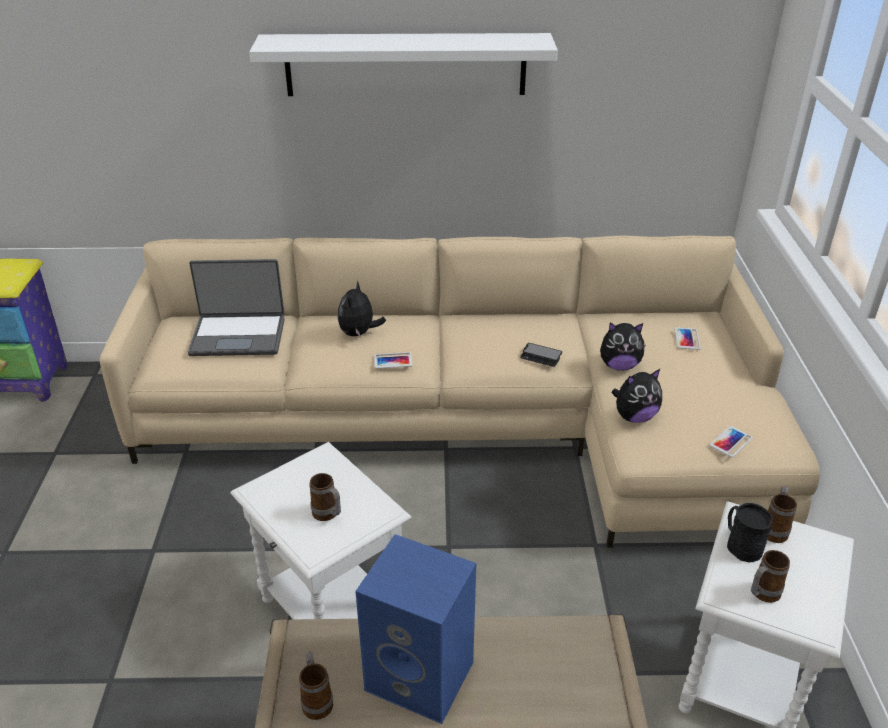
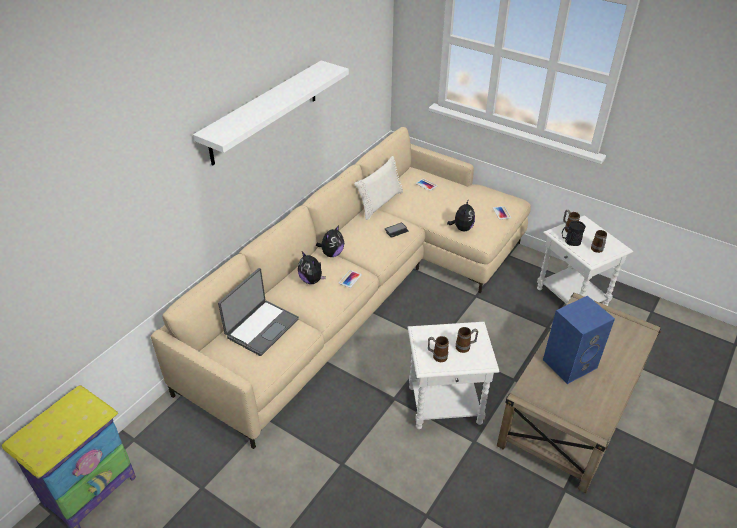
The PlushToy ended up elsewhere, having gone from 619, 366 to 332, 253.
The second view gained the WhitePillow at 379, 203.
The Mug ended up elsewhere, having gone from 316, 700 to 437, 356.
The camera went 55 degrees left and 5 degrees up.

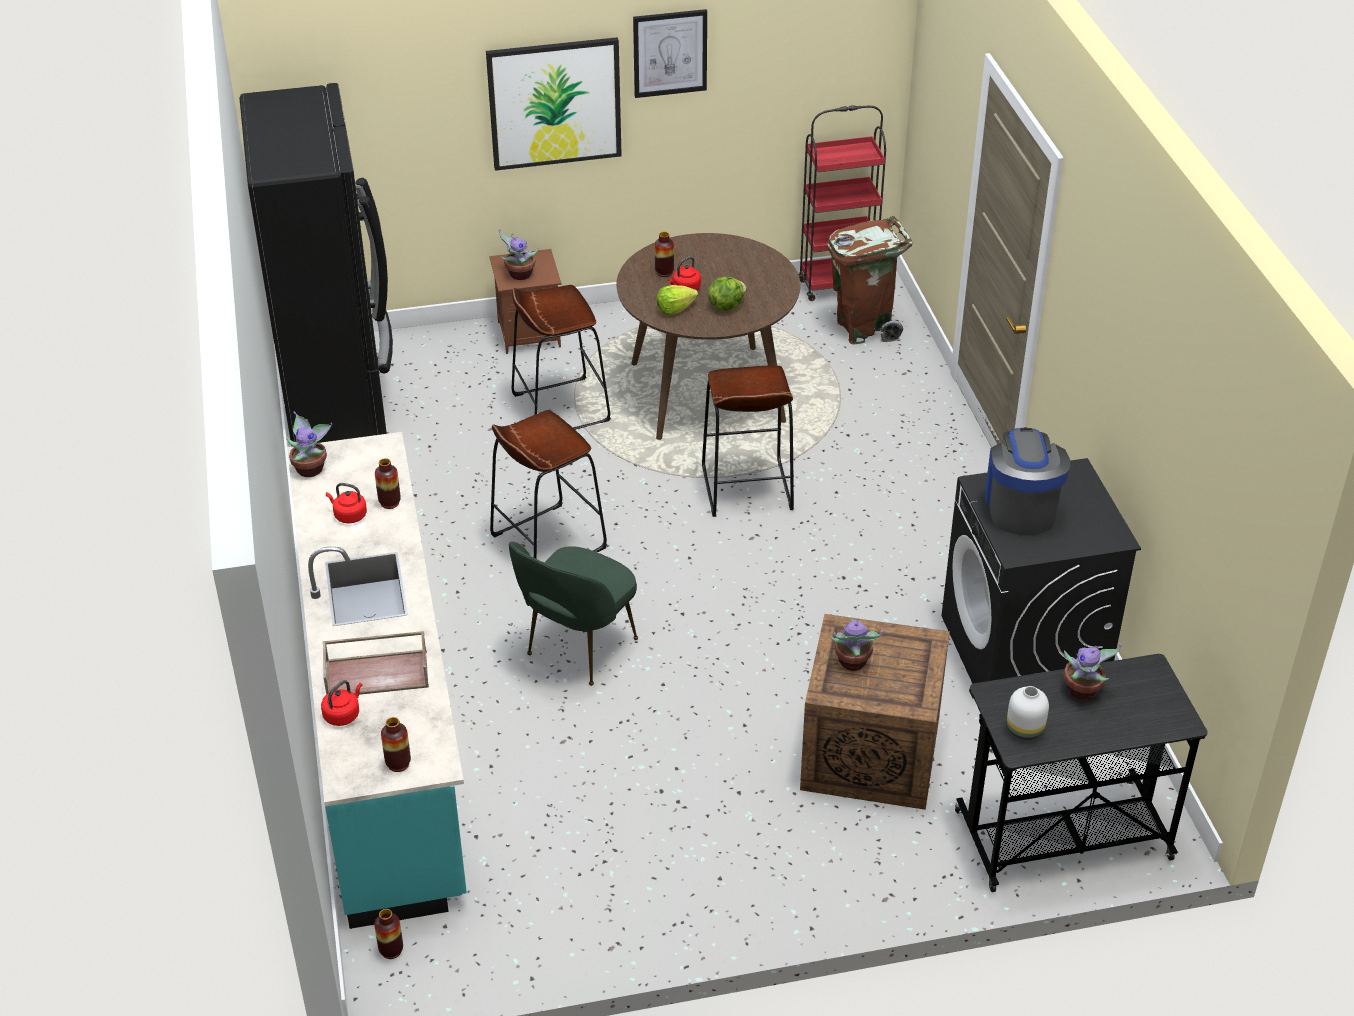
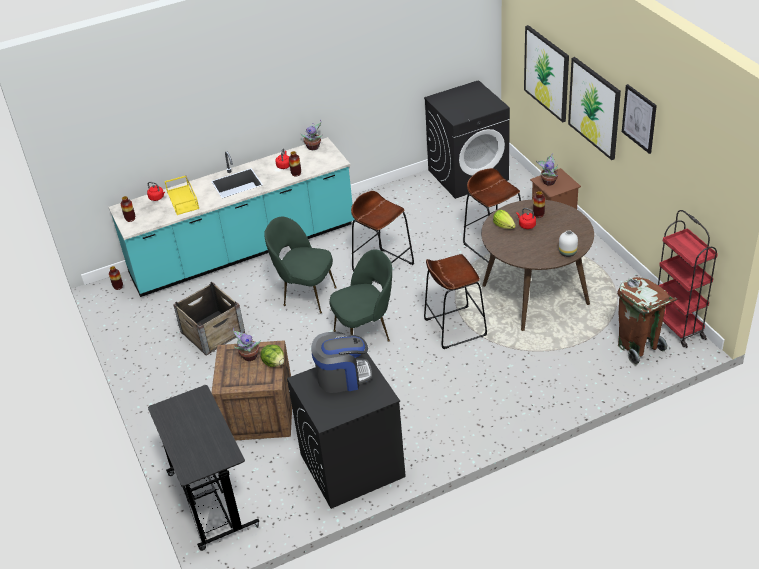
What was the BrownTray at 378, 673 turned into the YellowTray at 183, 200.
The second view gained the Crate at 212, 332.
The Lettuce ended up elsewhere, having gone from 726, 306 to 274, 363.
The second view gained the GreenChair at 366, 334.
Where the BlackFridge stood at 341, 396, the BlackWashingMachine came to stand at 468, 174.
The second view gained the Picture at 547, 73.
The WhiteVase ended up elsewhere, having gone from 1025, 729 to 568, 253.
The second view lost the PottedPlant at 1083, 692.
The camera went 80 degrees right and 0 degrees up.

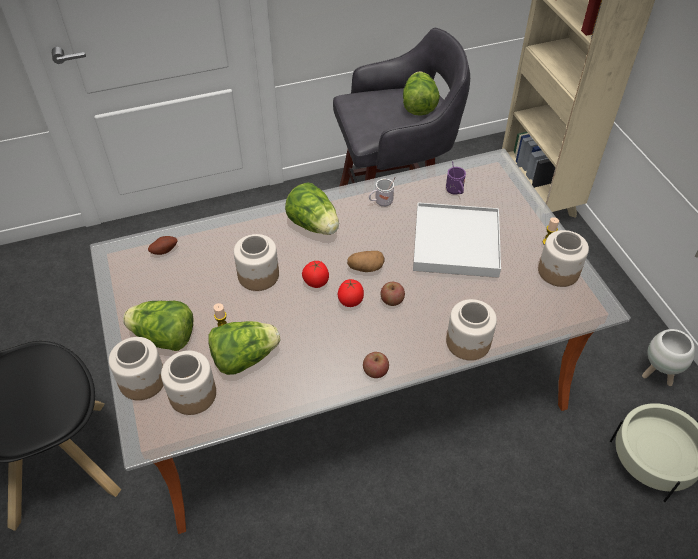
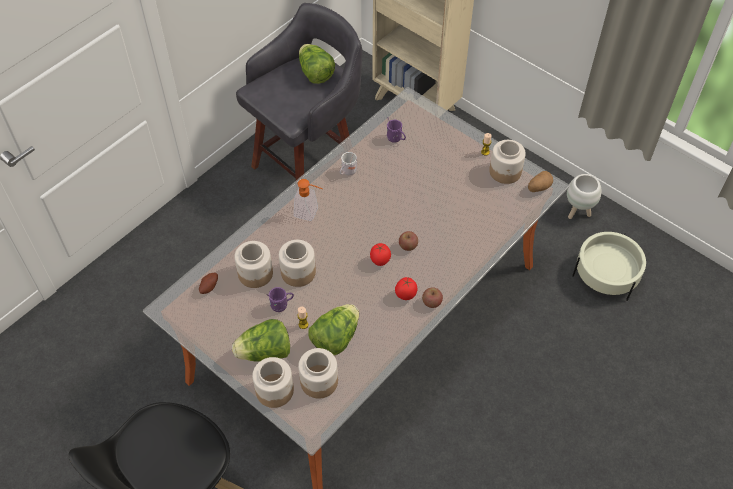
The Jar ended up elsewhere, having gone from 468, 342 to 256, 273.
The second view gained the PurpleMug at 281, 305.
Where the Lettuce stood at 314, 225, the SoapDispenser came to stand at 310, 213.
The Tomato ended up elsewhere, having gone from 316, 283 to 405, 295.
The Potato ended up elsewhere, having gone from 365, 268 to 538, 187.
The second view lost the WhiteTray at 456, 243.
The camera went 30 degrees left and 5 degrees up.

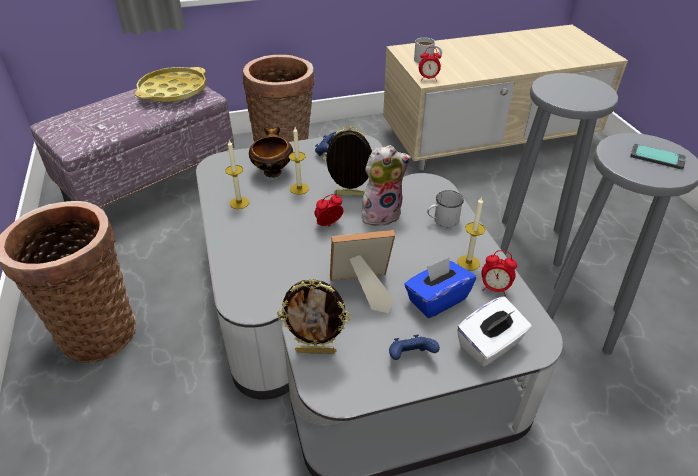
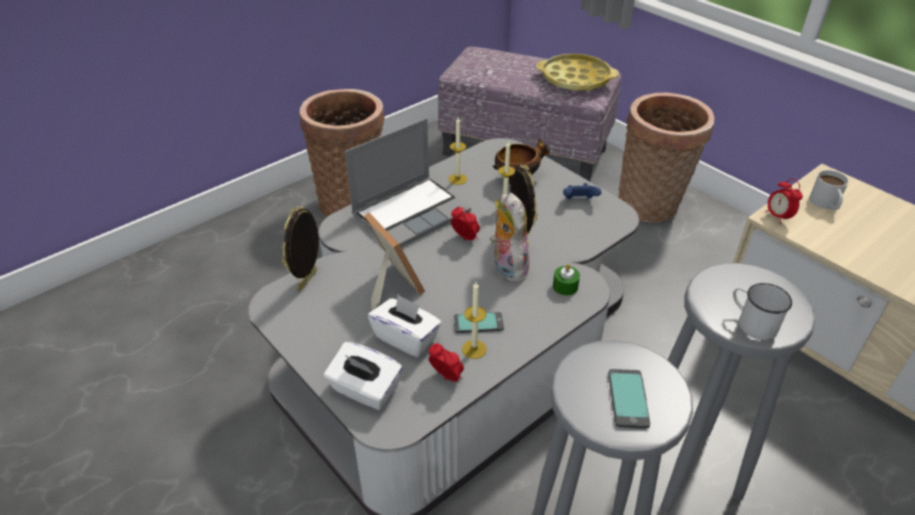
The PictureFrame at 316, 350 ended up facing another way, 45 degrees clockwise from before.
The second view gained the Laptop at 411, 213.
What was the BlueTissueBox at 436, 299 turned into the WhiteTissueBox at 406, 338.
The AlarmClock at 494, 288 ended up facing another way, 135 degrees clockwise from before.
The second view gained the Phone at 478, 323.
The PlushToy at 381, 214 ended up facing another way, 150 degrees counterclockwise from before.
The second view gained the GreenCandle at 565, 286.
The WhiteMug ended up elsewhere, having gone from 442, 220 to 751, 323.
The second view lost the BlueGameController at 410, 357.
The camera went 65 degrees right and 0 degrees up.

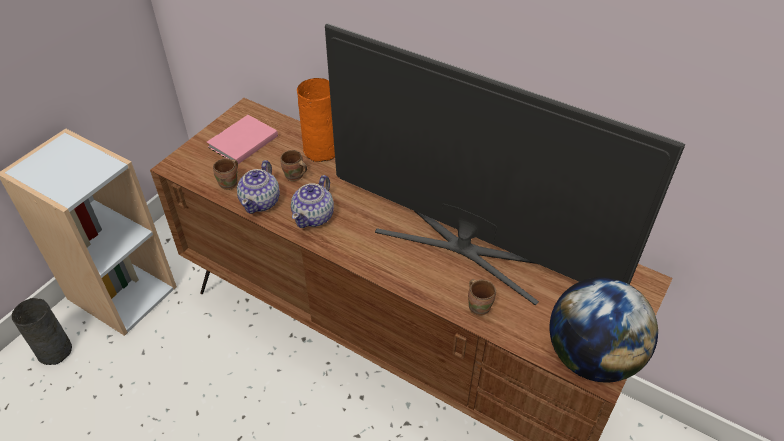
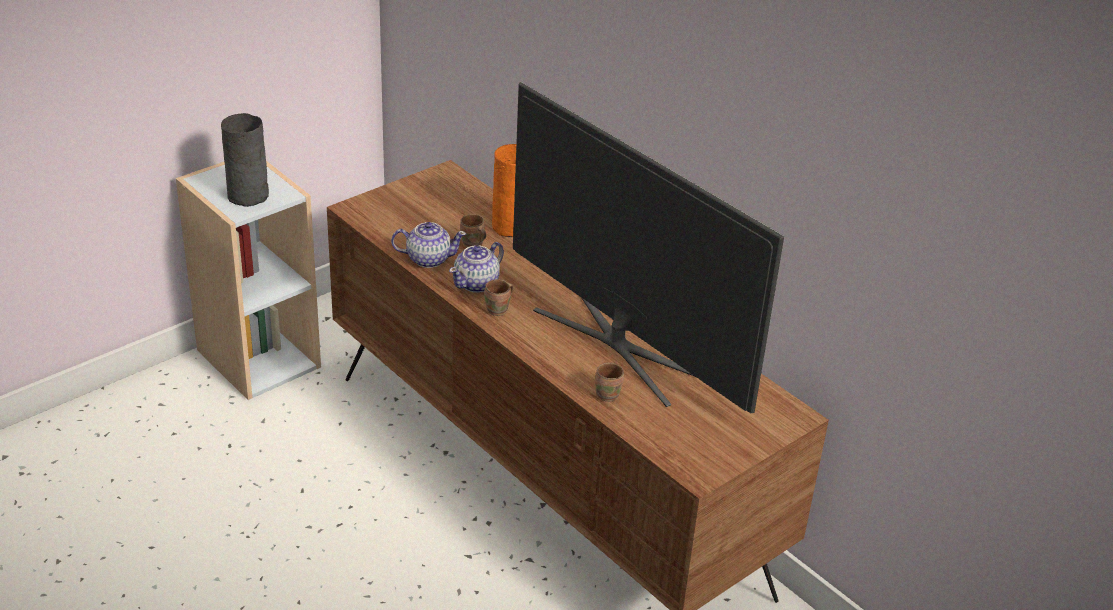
The GreyVase ended up elsewhere, having gone from 56, 351 to 249, 196.
The Teapot at 261, 202 ended up facing another way, 120 degrees counterclockwise from before.
The BrownMug ended up elsewhere, having gone from 230, 183 to 499, 310.
The second view lost the PinkBook at 241, 142.
The second view lost the Globe at 591, 357.
The camera went 15 degrees right and 10 degrees down.

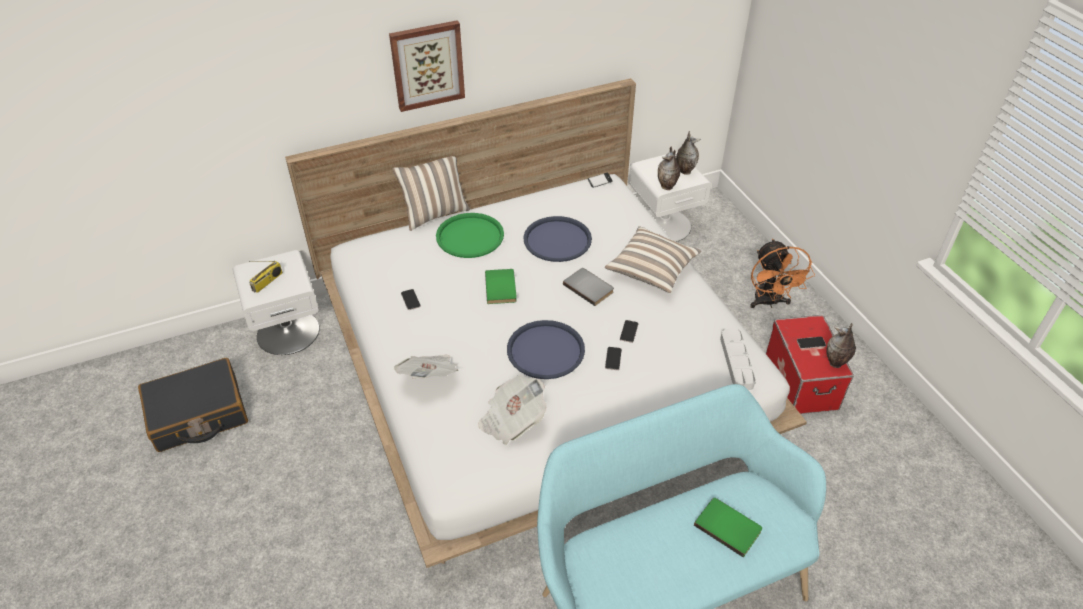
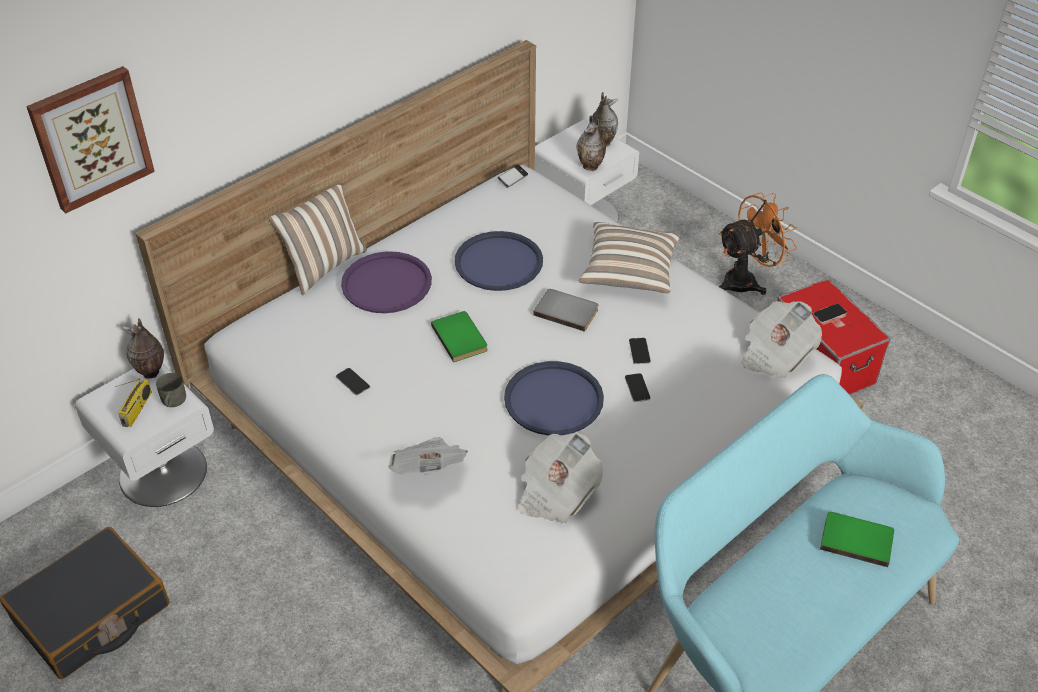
The Picture ended up elsewhere, having gone from 427, 65 to 91, 138.
The Vase ended up elsewhere, having gone from 835, 363 to 151, 372.
The second view gained the GreyMug at 172, 401.
What was the GreenTray at 470, 236 turned into the PurpleTray at 387, 283.
The OrangeFan at 769, 302 ended up facing another way, 90 degrees counterclockwise from before.
Where the GreyTray stood at 736, 362, the Newspaper came to stand at 775, 354.
The camera went 20 degrees left and 0 degrees up.

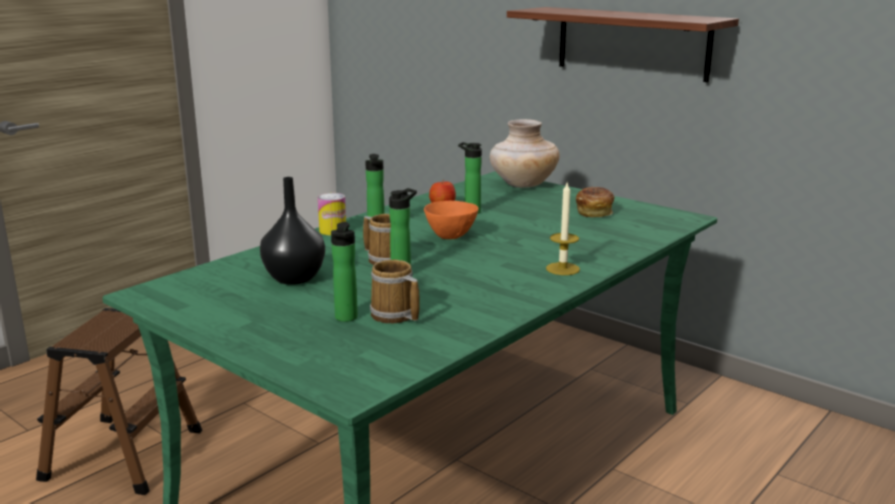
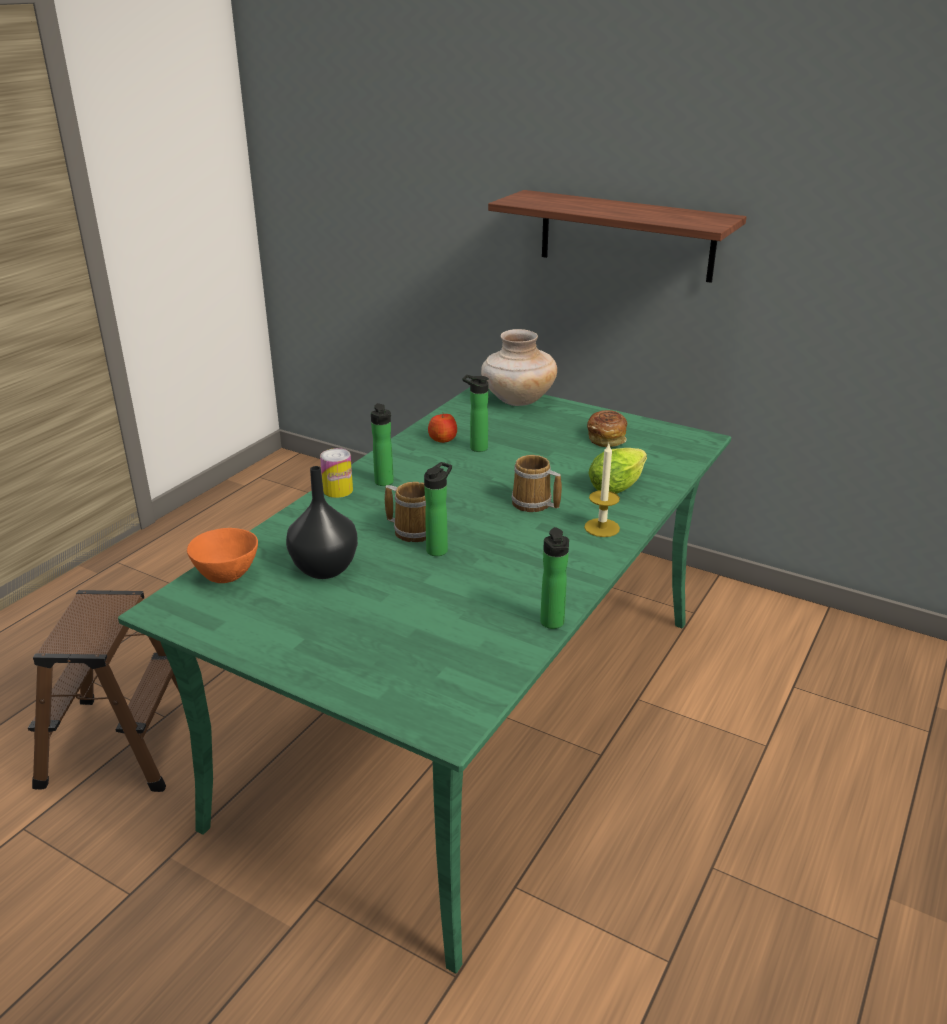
The OrangeBowl ended up elsewhere, having gone from 451, 236 to 227, 576.
The Mug ended up elsewhere, having gone from 394, 316 to 533, 504.
The Bottle ended up elsewhere, having gone from 345, 319 to 553, 624.
The second view gained the Lettuce at 619, 484.
The camera went 10 degrees left and 10 degrees up.

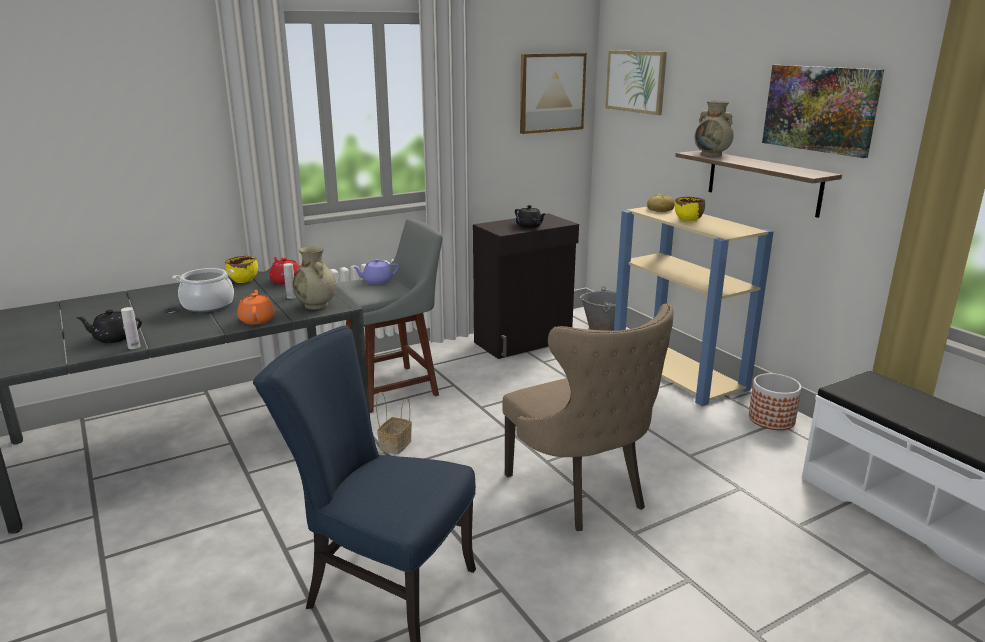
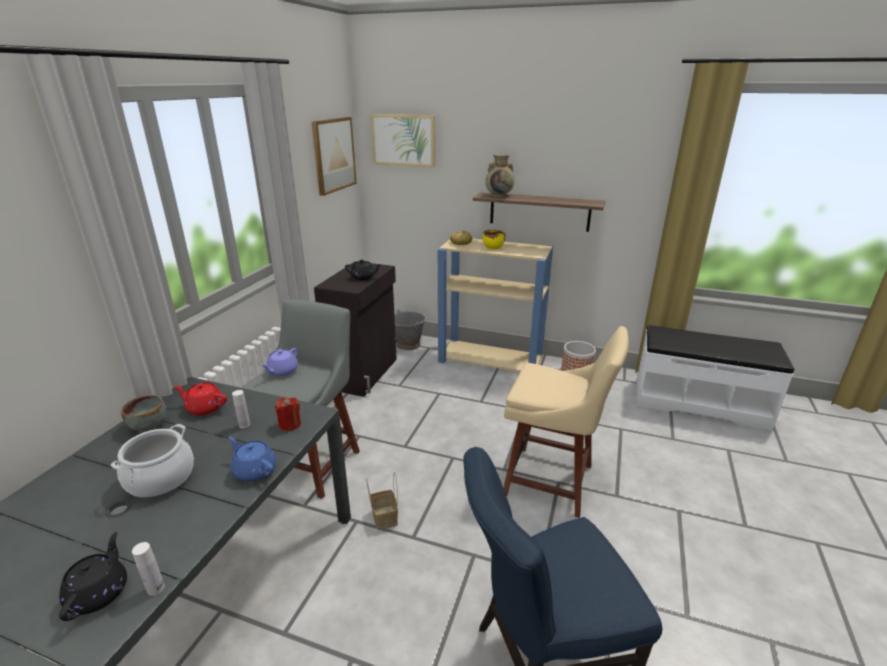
The BlackTeapot at 113, 338 ended up facing another way, 135 degrees clockwise from before.
What was the YellowBowl at 243, 280 turned into the GreyBowl at 149, 426.
What was the OrangeTeapot at 257, 319 turned into the BlueTeapot at 254, 470.
Where the BeigeVase stood at 316, 305, the RedCandle came to stand at 290, 424.
Where the BeigeChair stood at 581, 491, the BeigeStool came to stand at 553, 481.
The second view lost the Picture at 820, 109.
The camera went 40 degrees left and 5 degrees up.

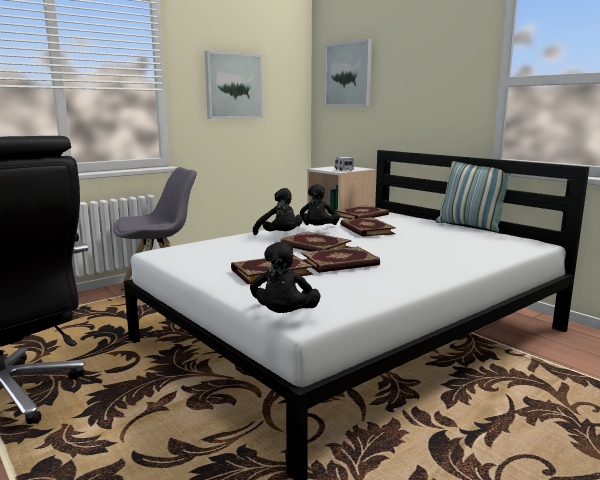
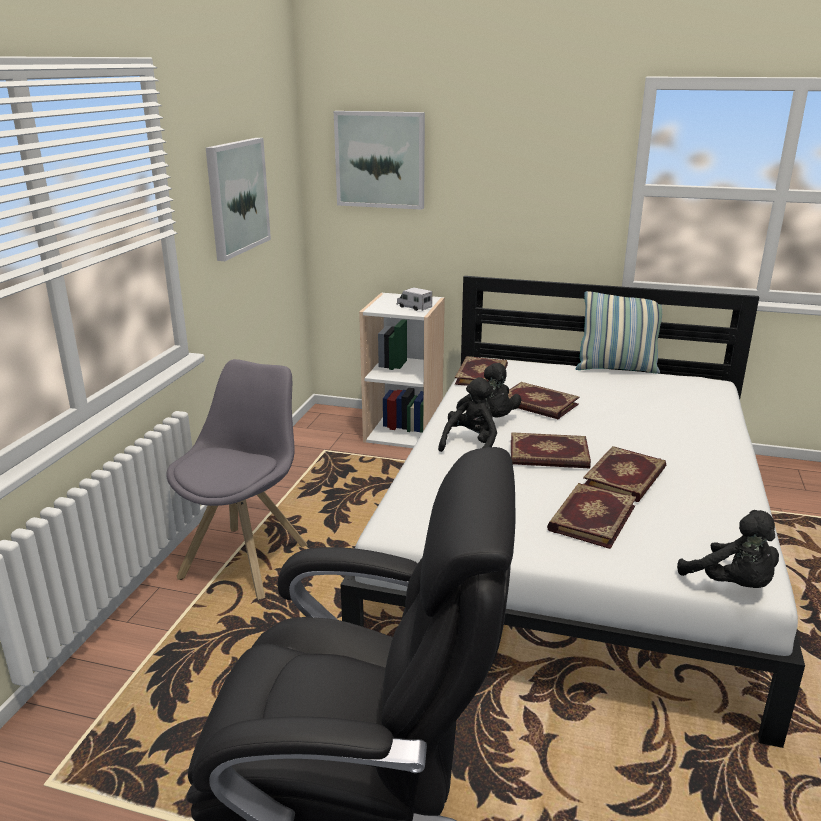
The BlackPlushToy at 280, 236 ended up facing another way, 75 degrees counterclockwise from before.
The camera went 35 degrees left and 10 degrees up.

